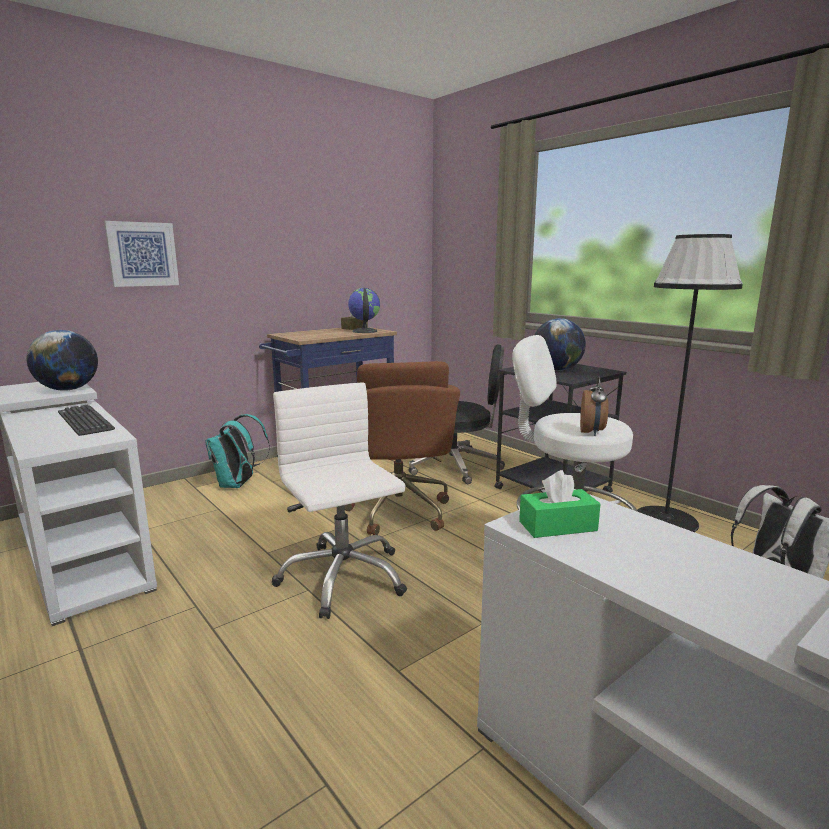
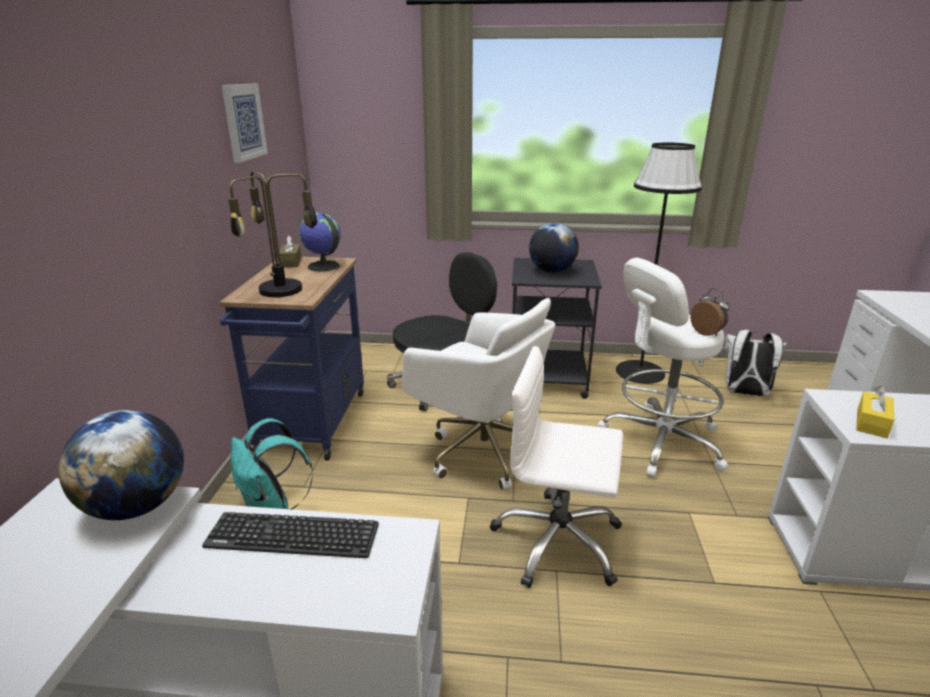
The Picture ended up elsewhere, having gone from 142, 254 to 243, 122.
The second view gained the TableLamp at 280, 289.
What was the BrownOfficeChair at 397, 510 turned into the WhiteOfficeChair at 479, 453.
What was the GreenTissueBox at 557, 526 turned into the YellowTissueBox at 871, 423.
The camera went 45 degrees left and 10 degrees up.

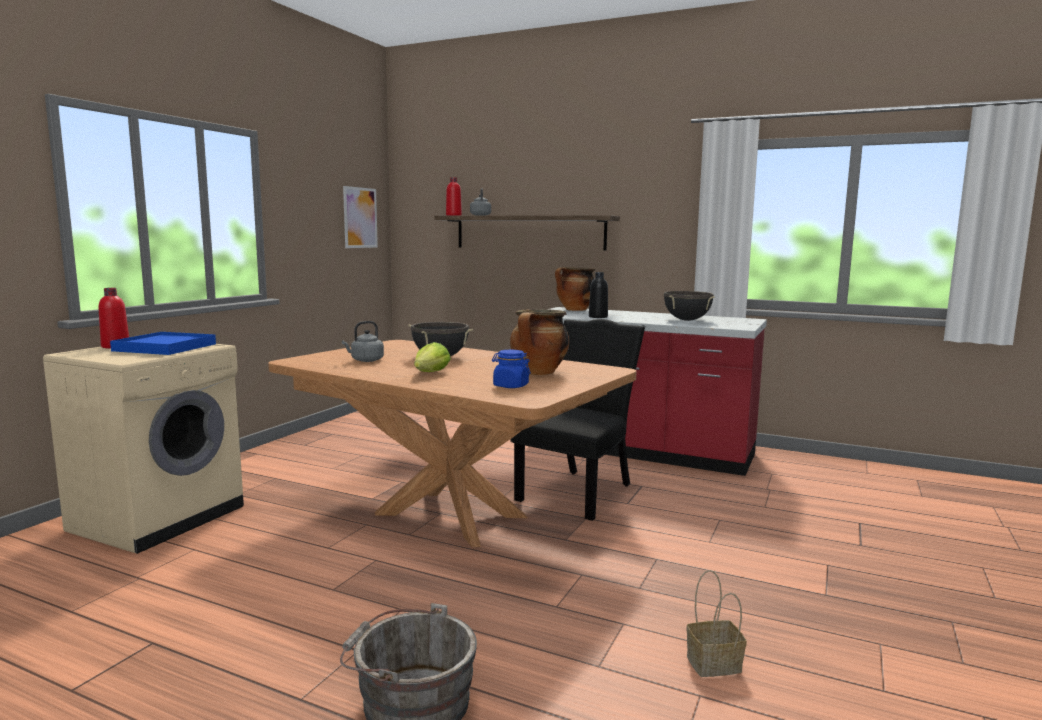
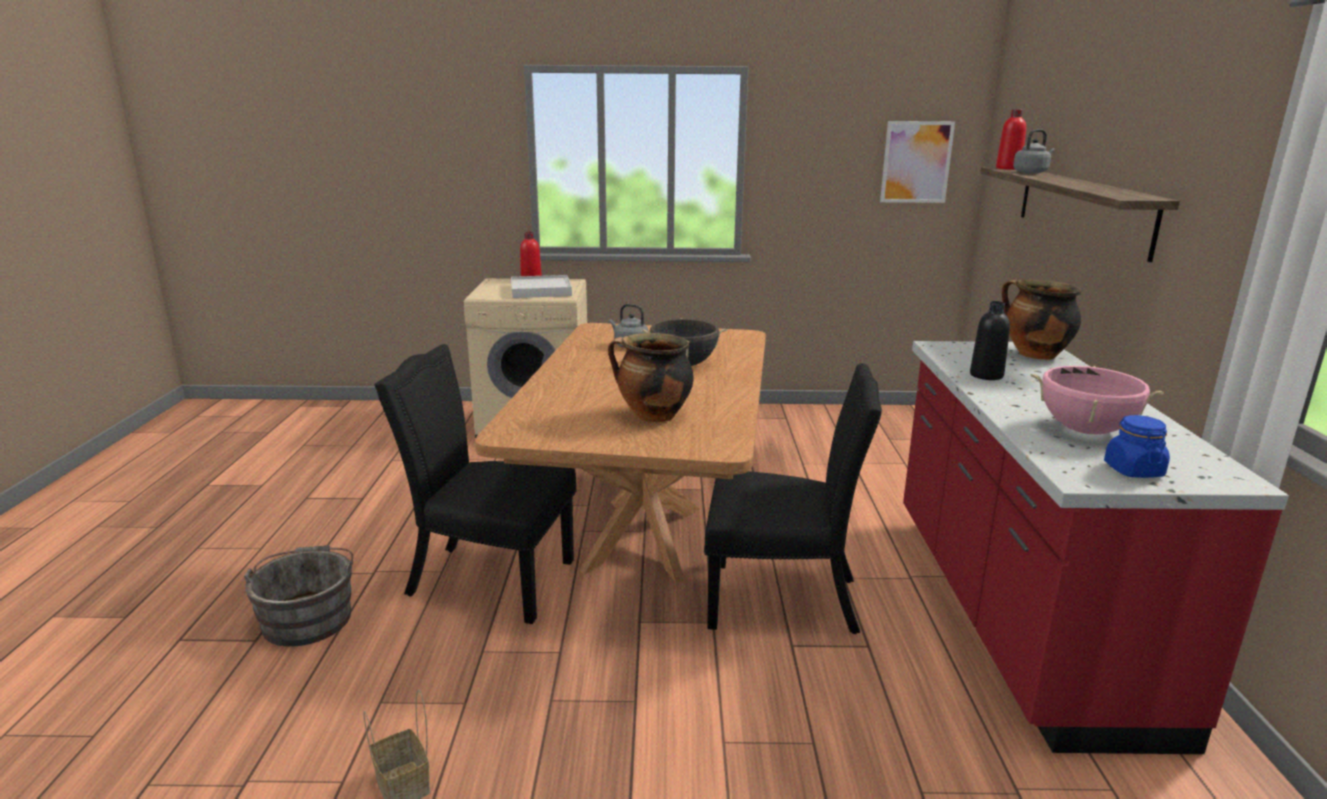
The second view gained the BlackChair at 493, 581.
What was the BlueTray at 165, 347 turned into the WhiteTray at 541, 290.
What was the BlackCookingPot at 687, 320 turned into the PinkCookingPot at 1085, 430.
The BlueJar ended up elsewhere, having gone from 510, 386 to 1133, 470.
The second view lost the Lettuce at 431, 373.
The camera went 65 degrees right and 10 degrees up.

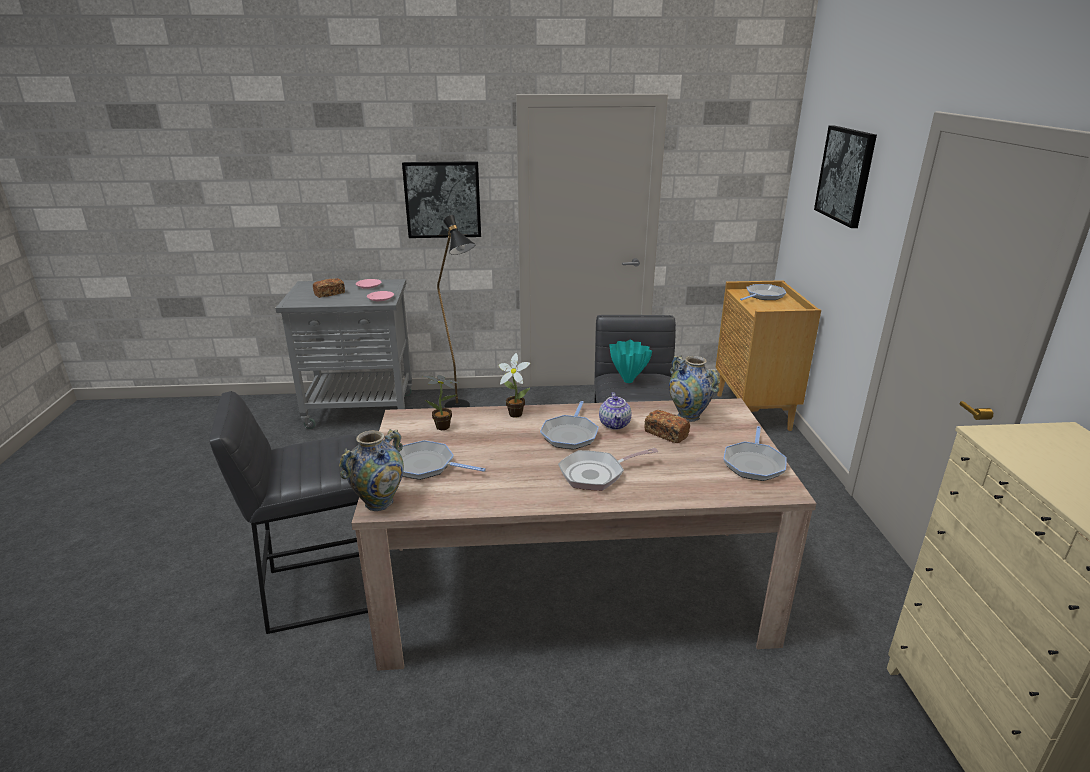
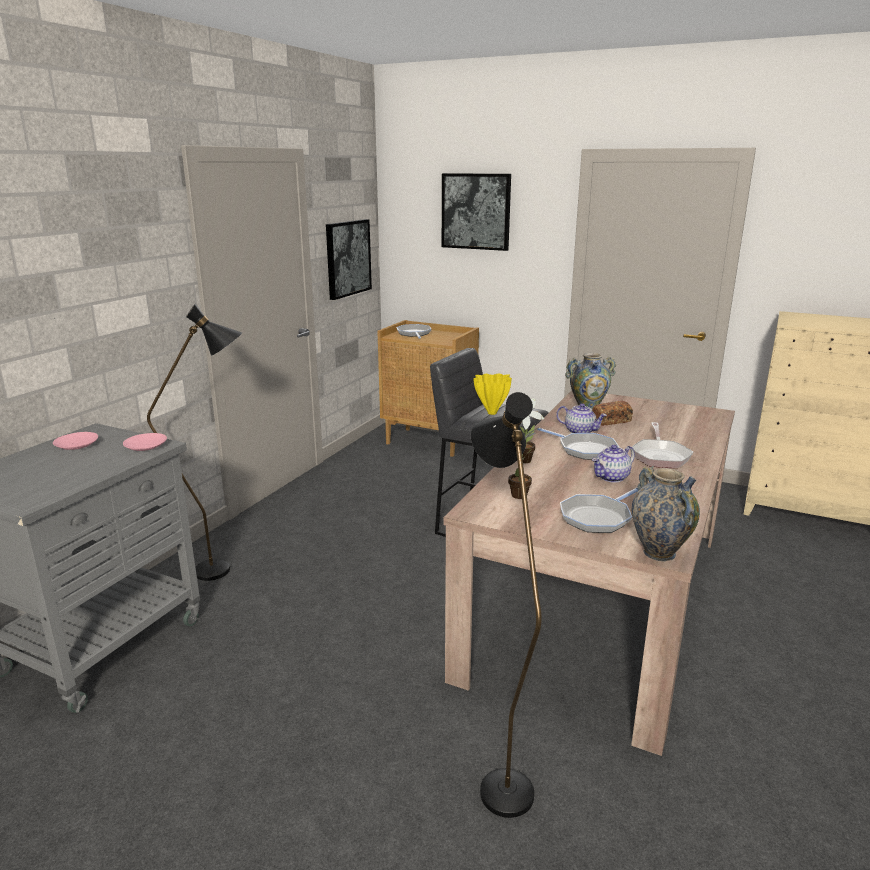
The Picture ended up elsewhere, having gone from 442, 199 to 347, 258.
Where the GreyStool stood at 319, 590, the BlackFloorLamp came to stand at 499, 778.
What was the TurquoiseVase at 627, 381 turned into the YellowVase at 491, 413.
The second view gained the Teapot at 611, 477.
The second view lost the Bread at 329, 294.
The second view lost the FryingPan at 754, 463.
The camera went 60 degrees left and 5 degrees down.

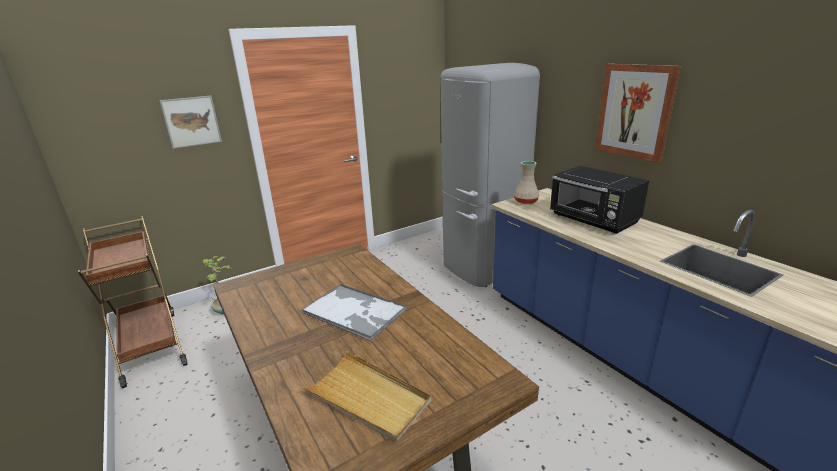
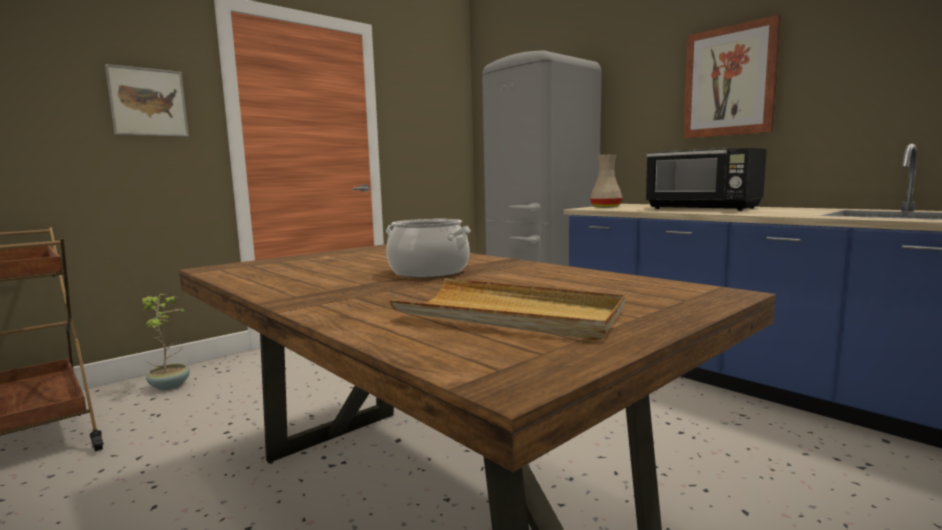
Where the Tray stood at 355, 312, the CookingPot came to stand at 429, 271.
The camera went 10 degrees left and 15 degrees down.

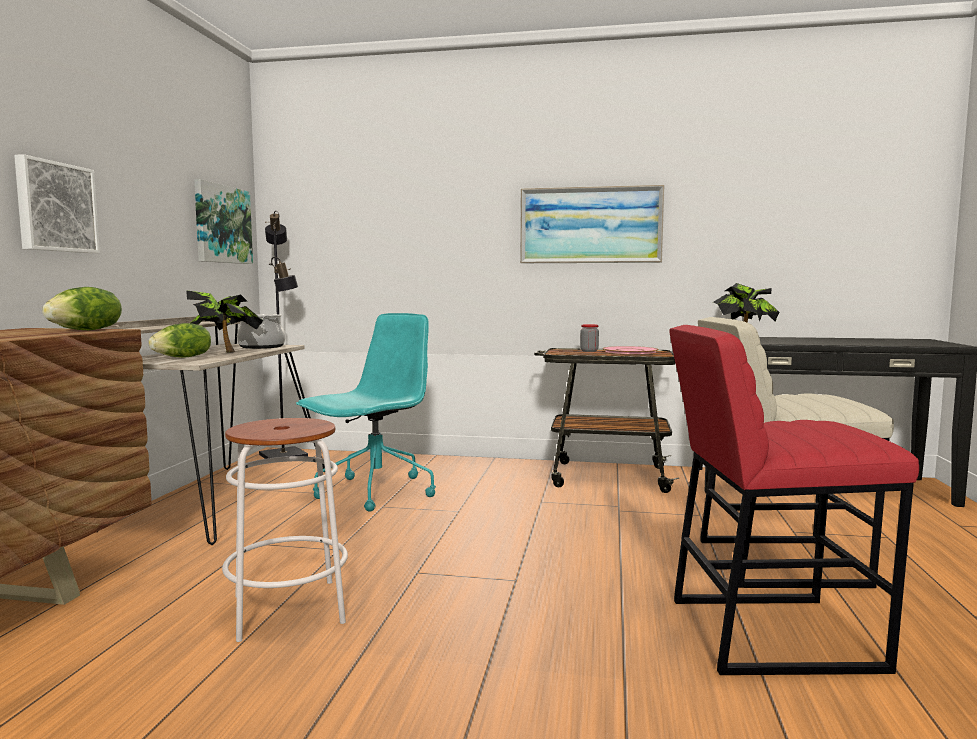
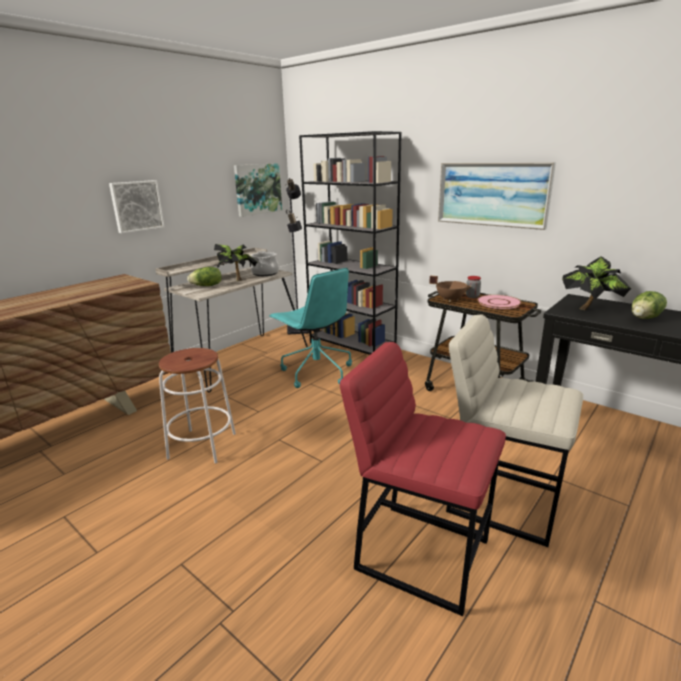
The TurquoiseOfficeChair at 372, 494 ended up facing another way, 75 degrees clockwise from before.
The second view gained the GreyBookcase at 352, 346.
The second view gained the BrownCookingPot at 450, 299.
The Lettuce ended up elsewhere, having gone from 86, 330 to 645, 318.
The camera went 30 degrees right and 15 degrees up.

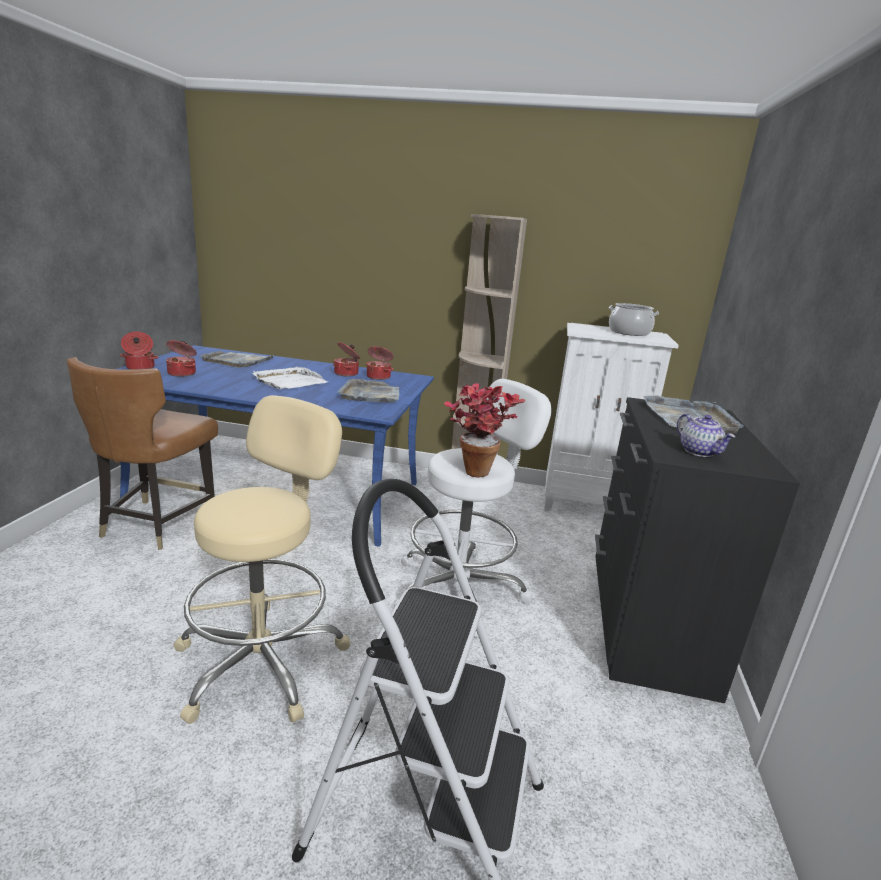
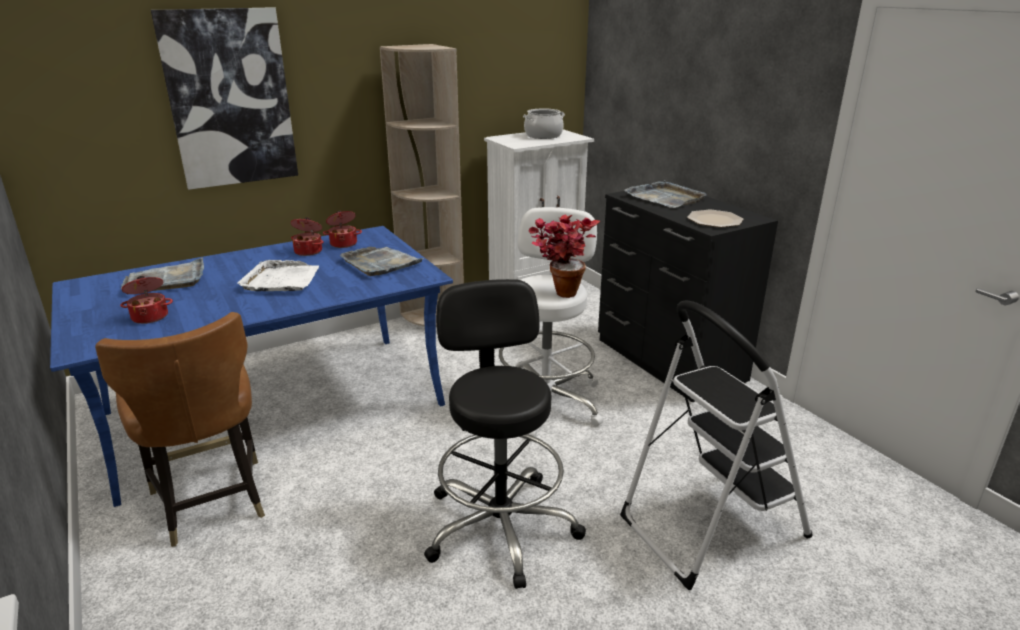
The second view gained the Picture at 230, 99.
What was the BeigeStool at 262, 660 turned into the BlackStool at 500, 524.
Where the Teapot stood at 699, 452, the Plate came to stand at 714, 220.
The second view lost the CookingPot at 140, 367.
The camera went 40 degrees left and 5 degrees up.

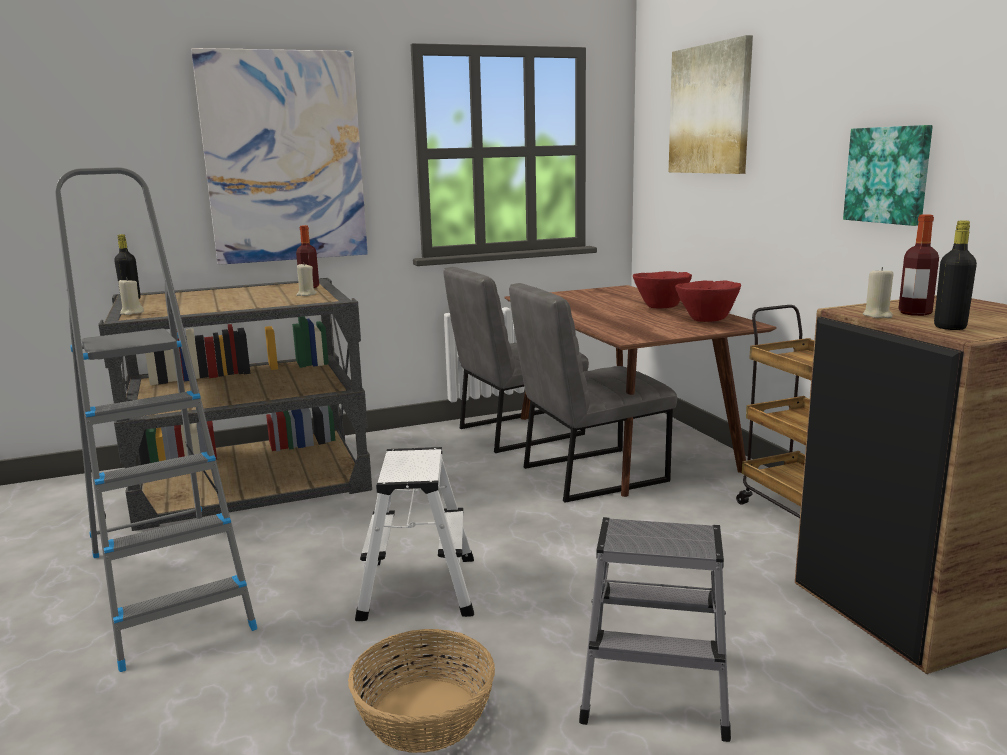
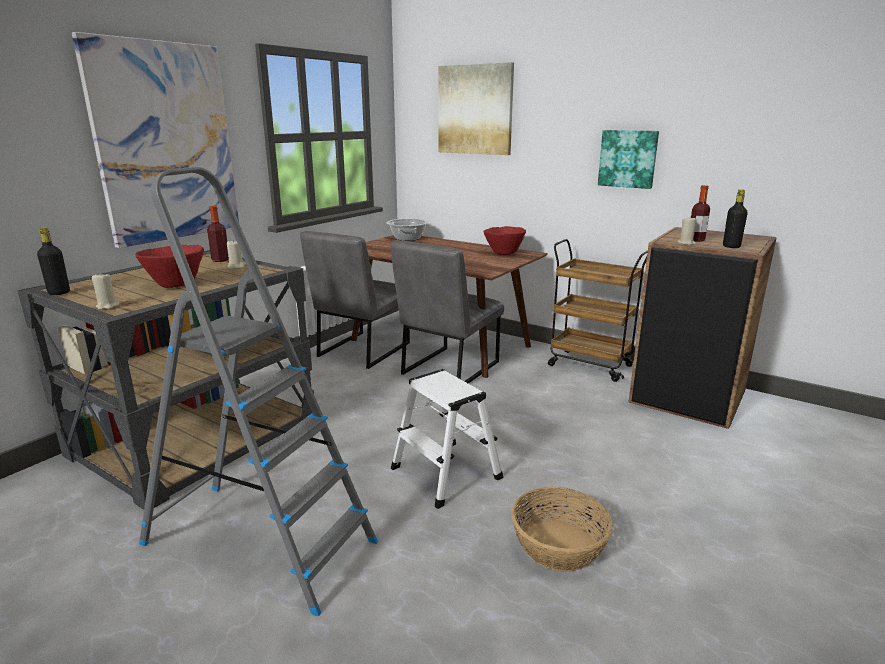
The RedBowl ended up elsewhere, having gone from 660, 307 to 175, 285.
The second view gained the CookingPot at 407, 238.
The second view lost the GreyStepLadder at 654, 685.
The camera went 35 degrees left and 5 degrees up.

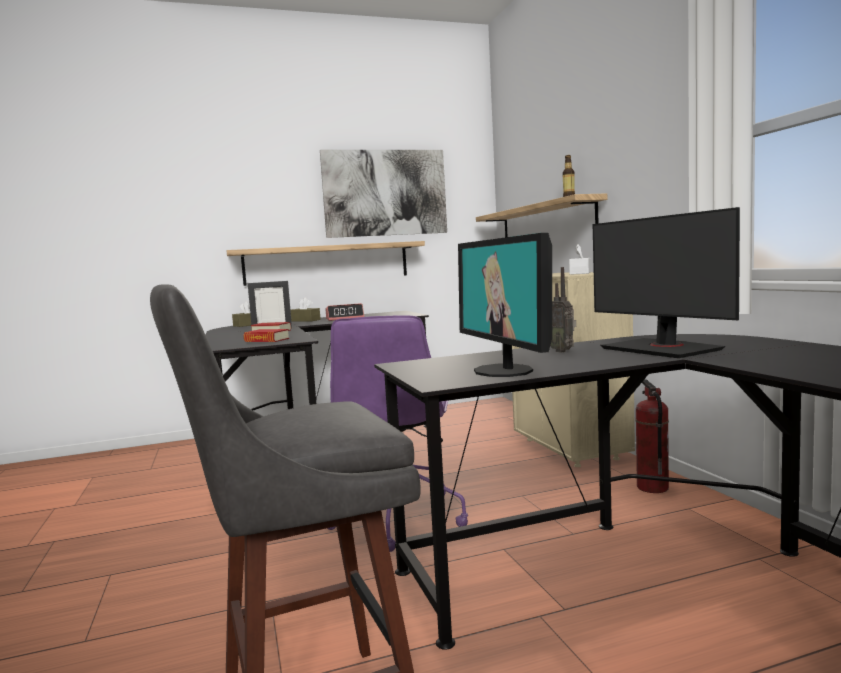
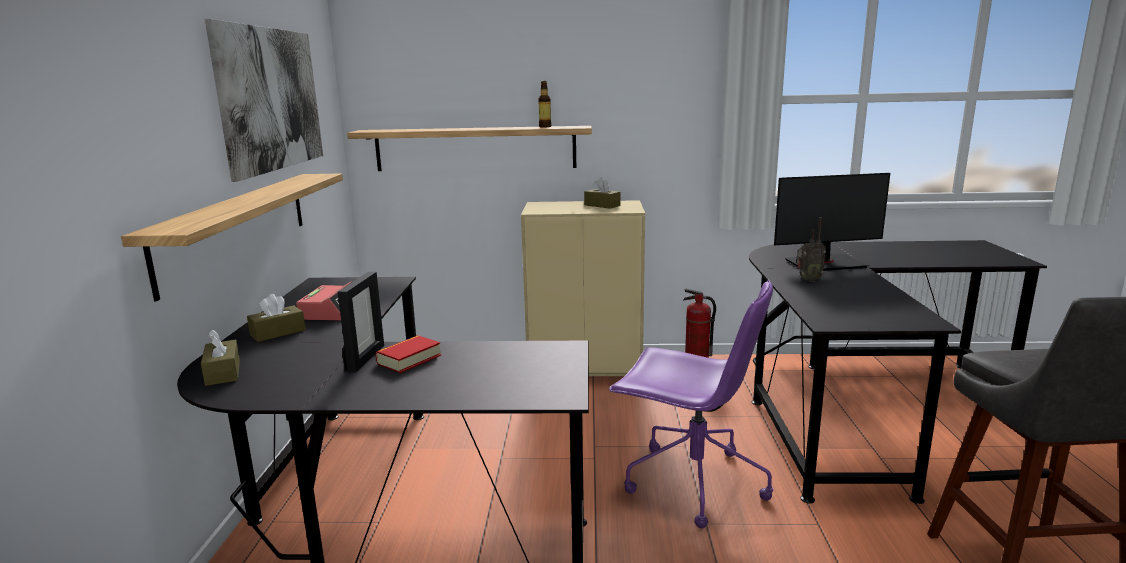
What was the WhiteTissueBox at 580, 273 turned into the BrownTissueBox at 602, 205.
The second view lost the Book at 266, 340.
The second view lost the Monitor at 504, 371.
The camera went 70 degrees left and 10 degrees up.

